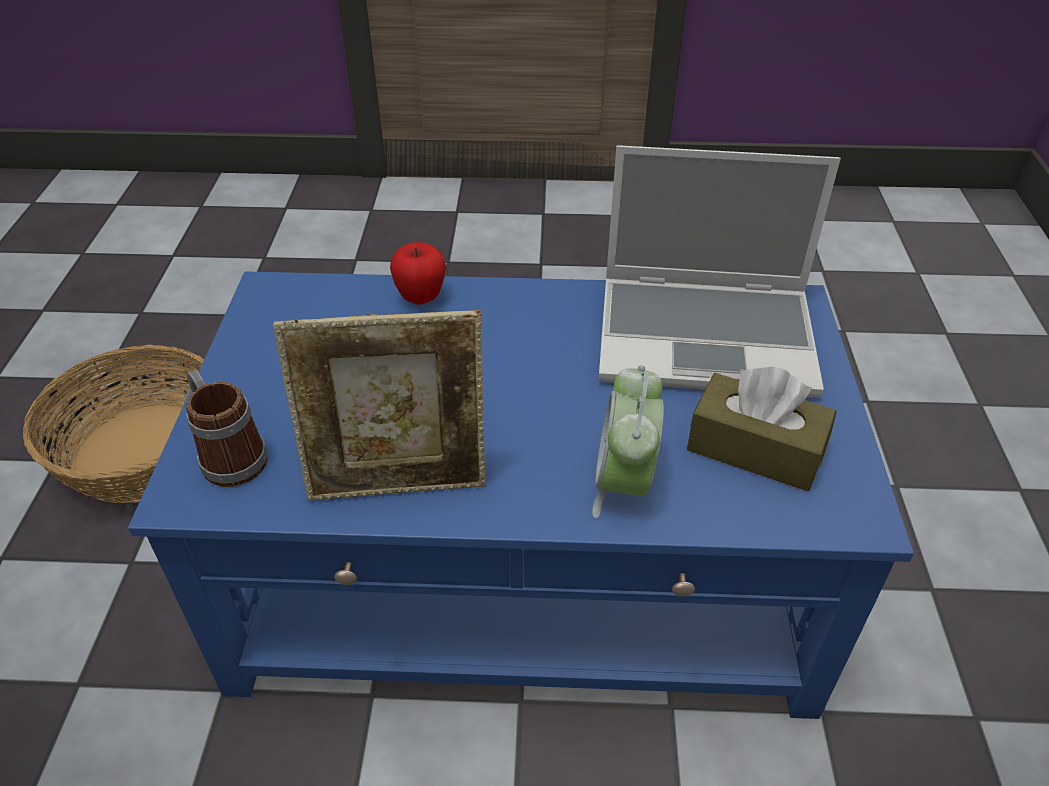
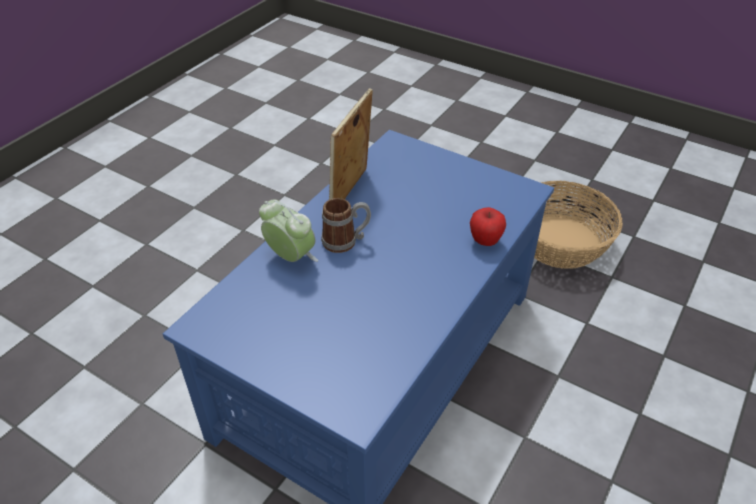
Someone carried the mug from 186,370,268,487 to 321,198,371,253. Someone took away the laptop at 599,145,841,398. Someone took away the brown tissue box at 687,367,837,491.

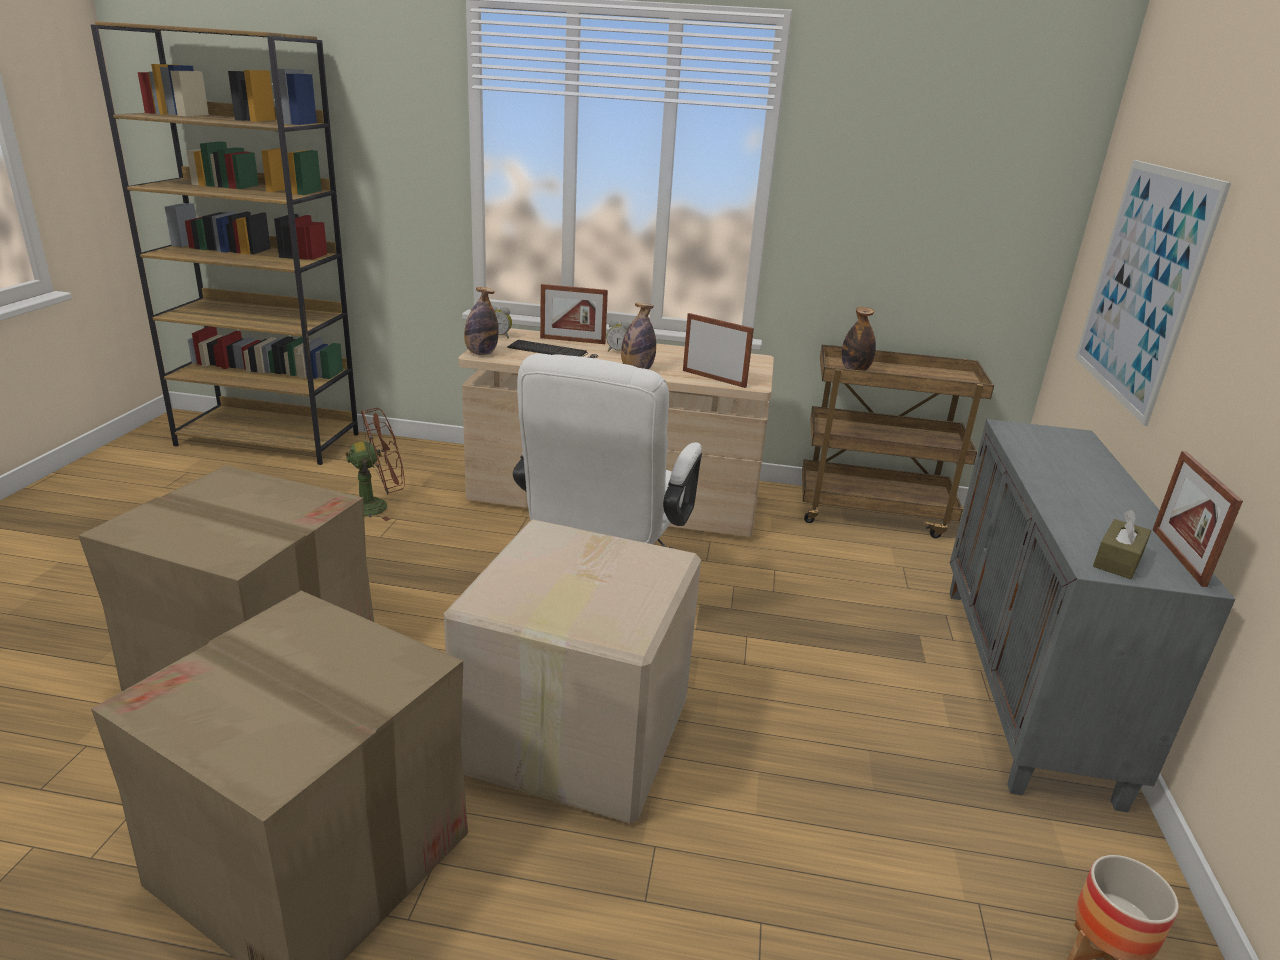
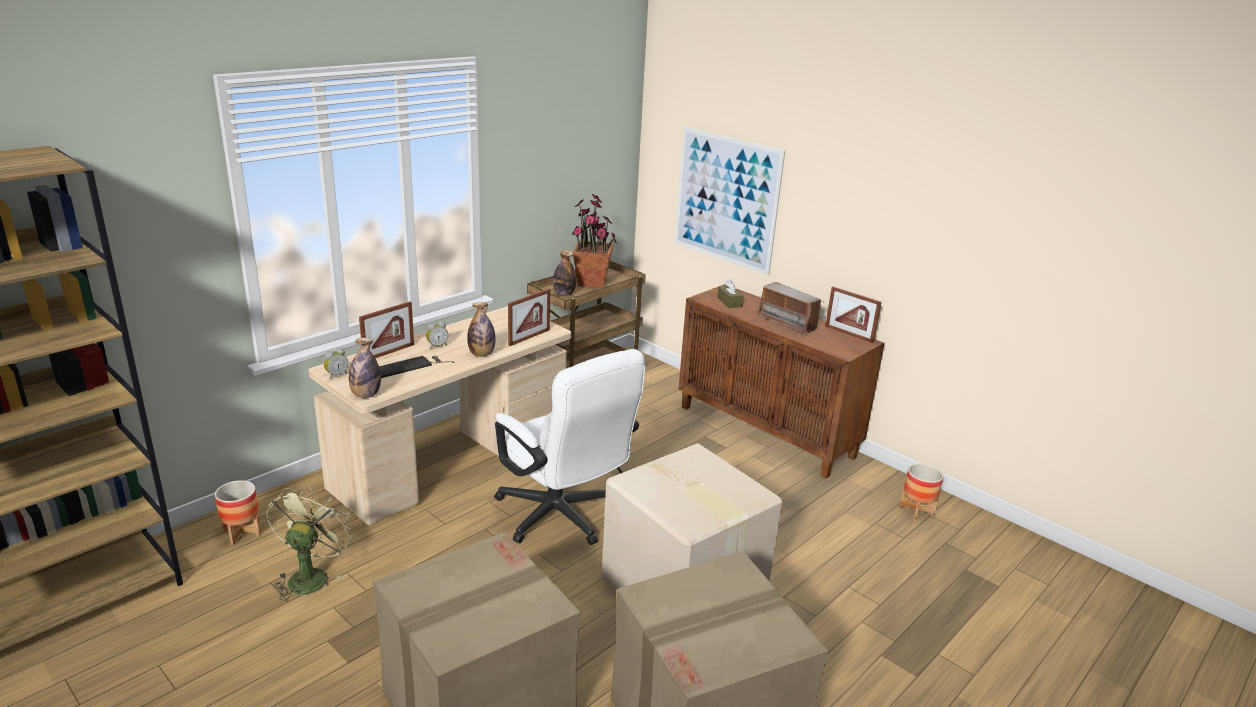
Someone repainted the brown fan at 345,408,405,521, which became the green fan at 266,486,354,601. Someone rotated the picture frame at 683,313,754,388 by 150 degrees clockwise. Someone repainted the grey cabinet at 950,419,1235,812, which became the brown cabinet at 678,284,884,479. Someone carried the brown tissue box from 1093,510,1151,579 to 717,279,744,308. Someone put down the planter at 215,480,261,545. Someone put down the potted plant at 572,194,617,288. Someone put down the radio at 757,282,824,335.

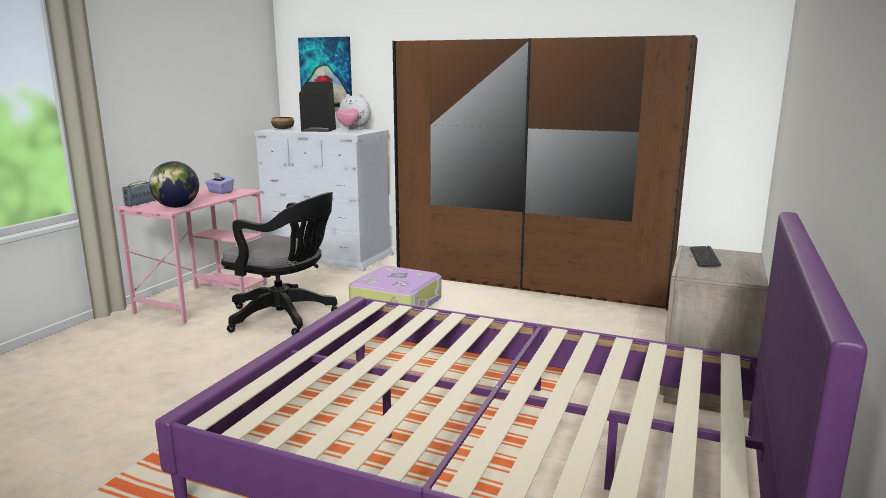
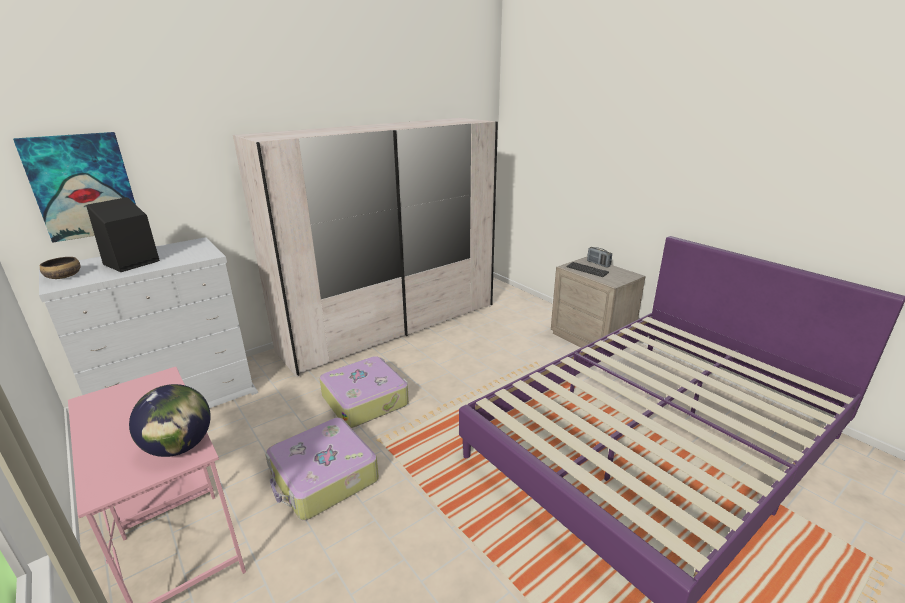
Someone carried the radio from 122,181,155,206 to 587,247,612,268. Someone took away the purple tissue box at 205,172,234,194. Someone swapped the black office chair at 221,192,338,335 for the suitcase at 265,418,379,520. Someone took away the plush toy at 336,94,371,130. Someone repainted the brown wardrobe at 392,35,698,311, which became the white wardrobe at 233,118,498,377.

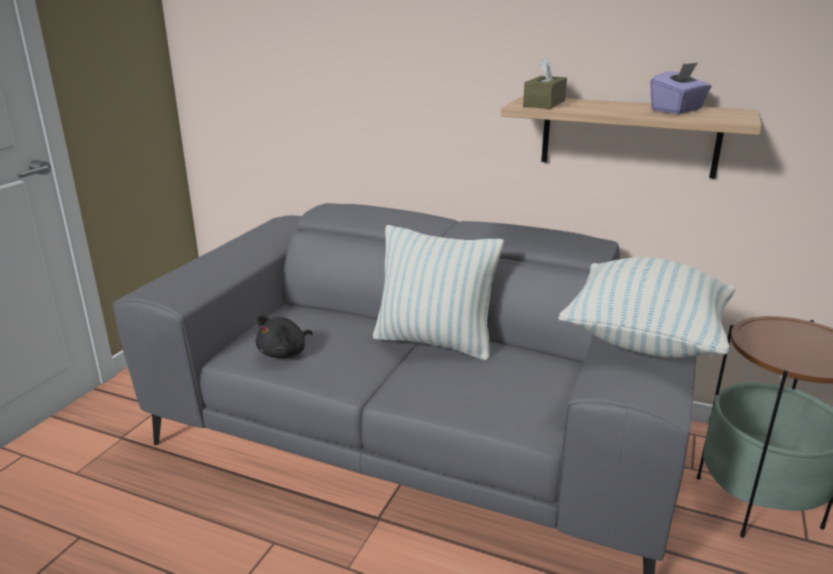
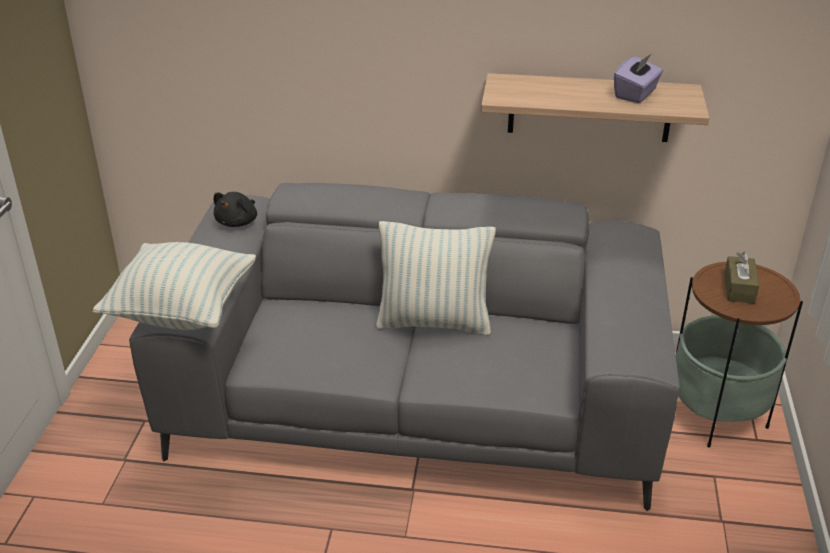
Someone carried the black plush toy from 256,315,313,358 to 214,192,257,227. Someone carried the brown tissue box from 523,56,567,109 to 724,252,759,304. Someone carried the pillow from 558,257,735,358 to 93,242,256,330.

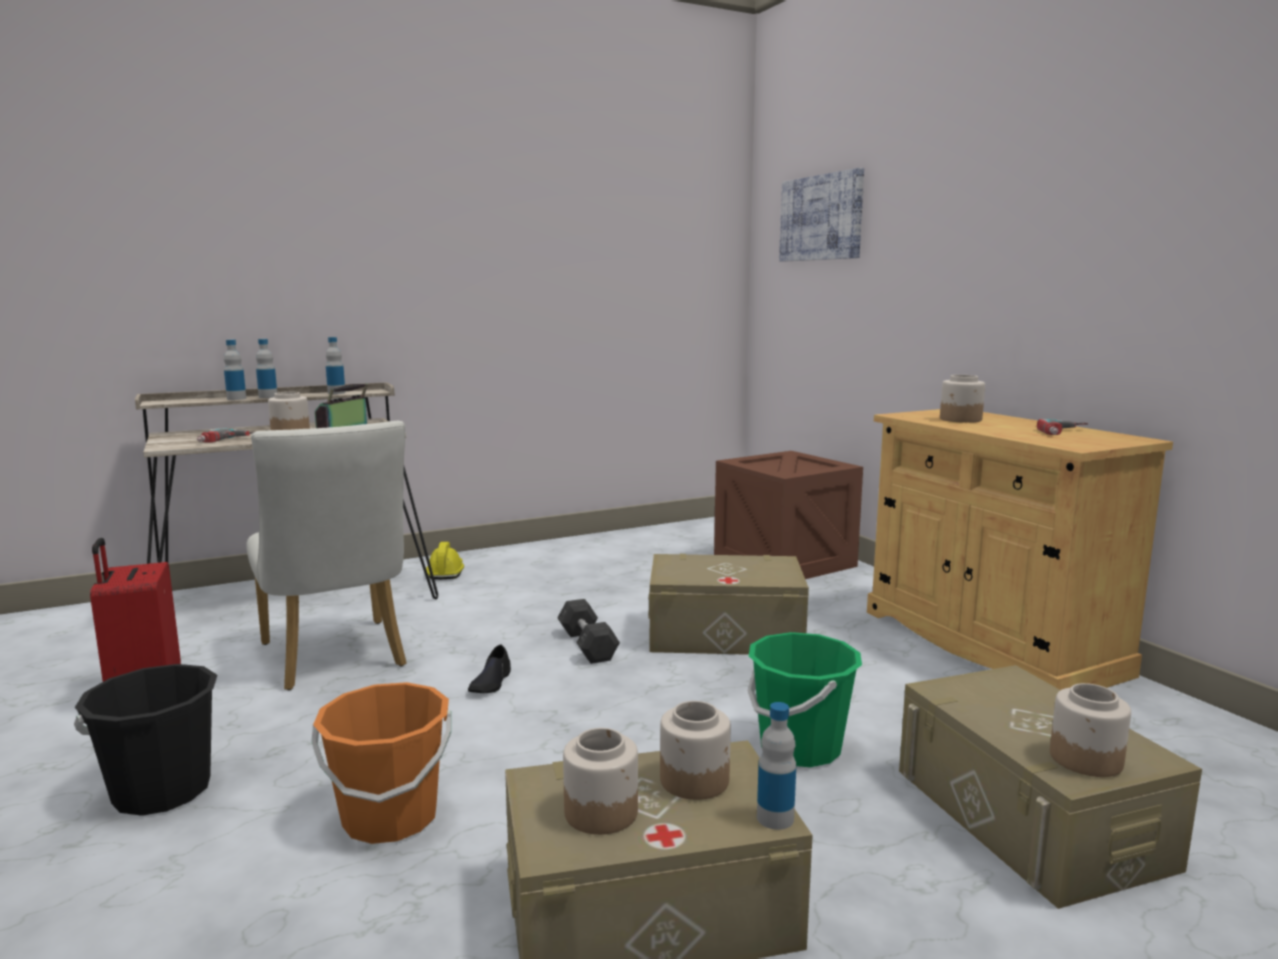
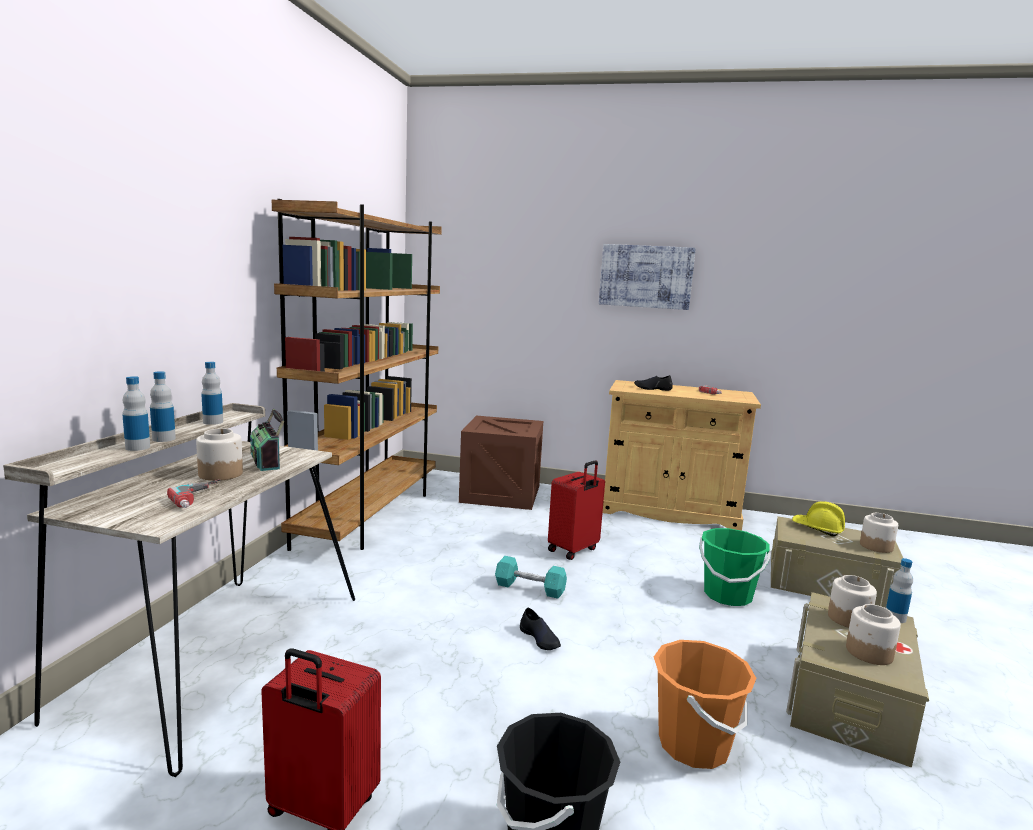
Someone took away the white chair at 246,421,407,690. Someone carried the yellow hard hat from 426,542,464,579 to 792,501,845,537. Someone repainted the grey dumbbell at 558,599,620,664, which became the turquoise dumbbell at 495,556,567,599. Someone swapped the beige storage box at 648,554,809,655 for the red suitcase at 548,460,605,560. Someone carried the picture from 779,168,864,262 to 599,244,696,310. Someone swapped the jar at 940,375,985,423 for the black shoe at 634,375,673,391. Someone put down the brown bookcase at 272,199,442,551.

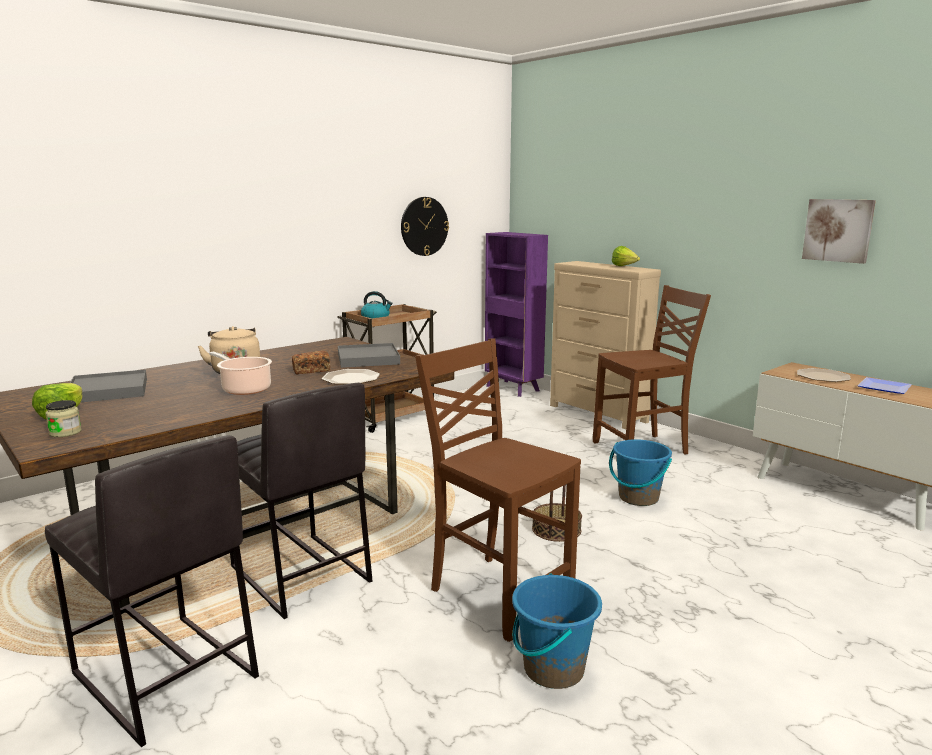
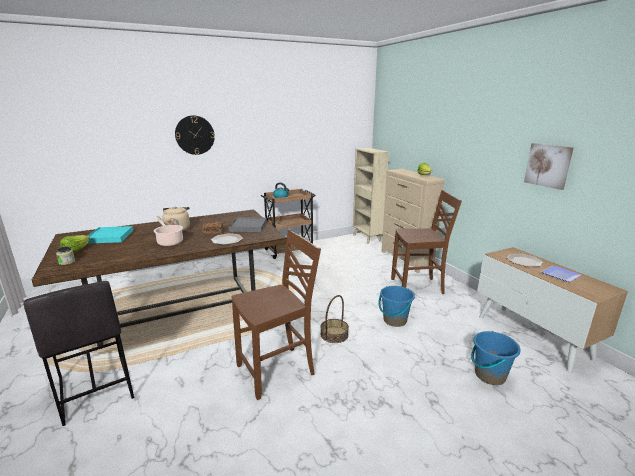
Someone repainted the grey tray at 70,369,147,403, which became the turquoise tray at 87,226,133,244. Someone took away the grey stool at 230,383,373,619. Someone carried the wall clock from 401,197,449,256 to 175,115,215,155. Someone rotated the brown chair at 415,338,581,642 by 90 degrees clockwise. Someone repainted the purple bookcase at 485,232,548,397, which became the beige bookcase at 353,148,389,244. Someone carried the blue bucket from 512,573,602,689 to 471,331,521,385.

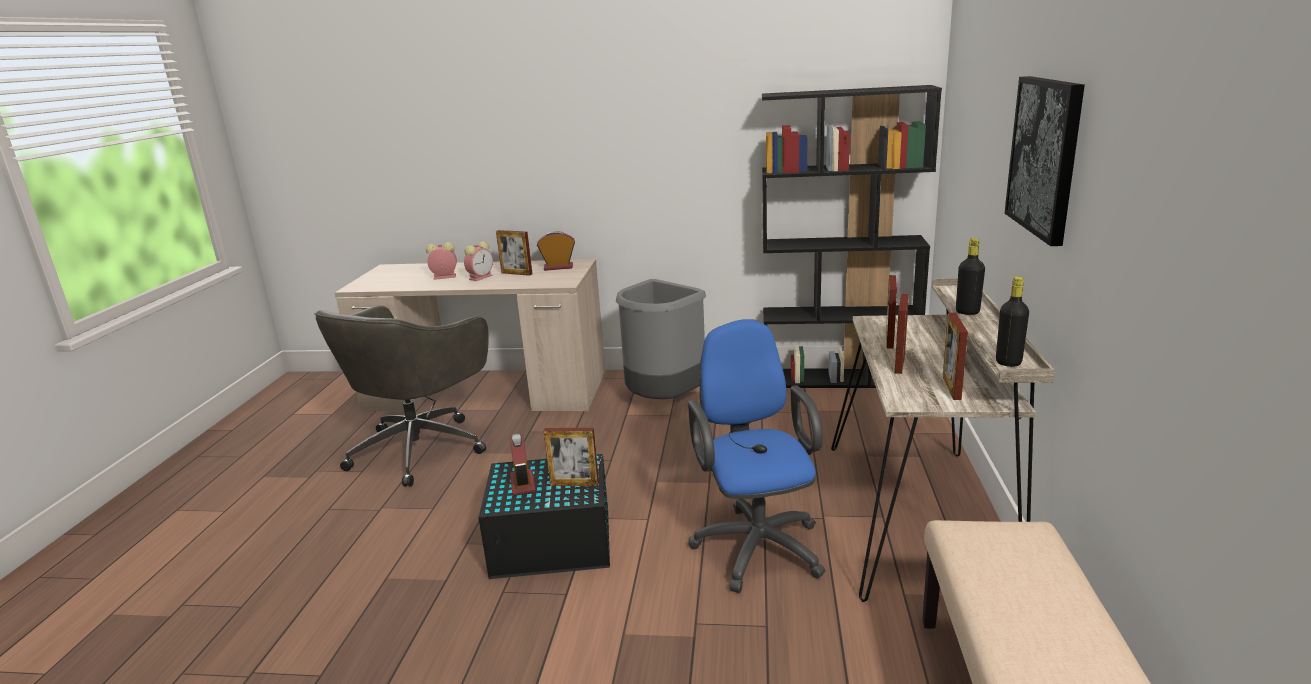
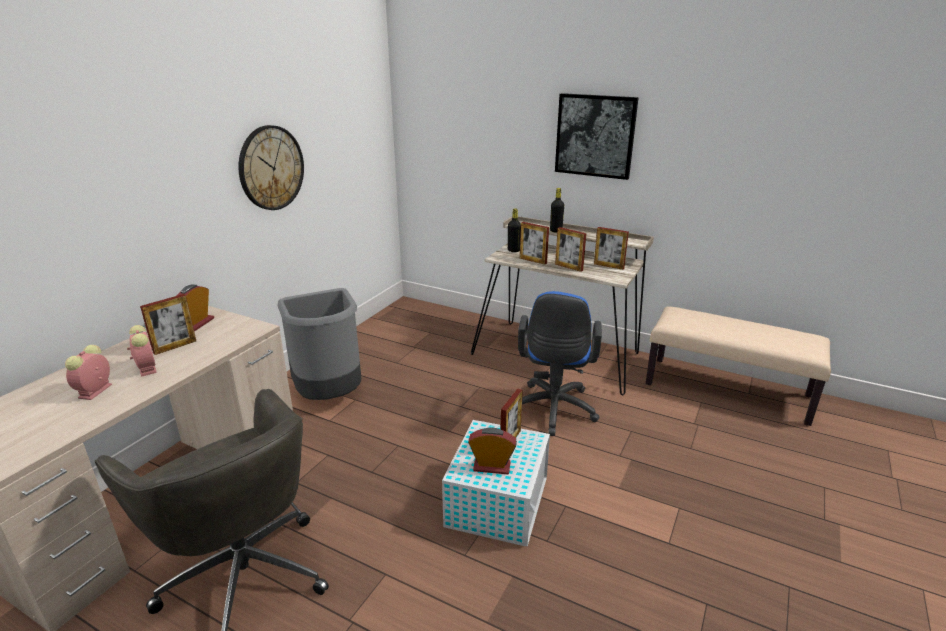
Someone repainted the black storage box at 478,454,610,579, which became the white storage box at 442,420,550,547. Someone rotated the blue office chair at 688,319,825,593 by 90 degrees counterclockwise. Someone took away the black bookcase at 762,85,942,388. Someone carried the black bottle from 996,276,1029,367 to 508,208,521,252. Someone put up the wall clock at 238,125,304,210.

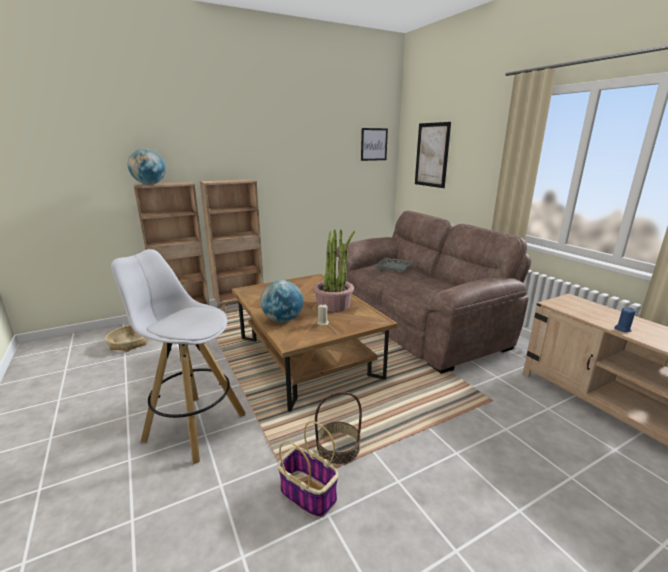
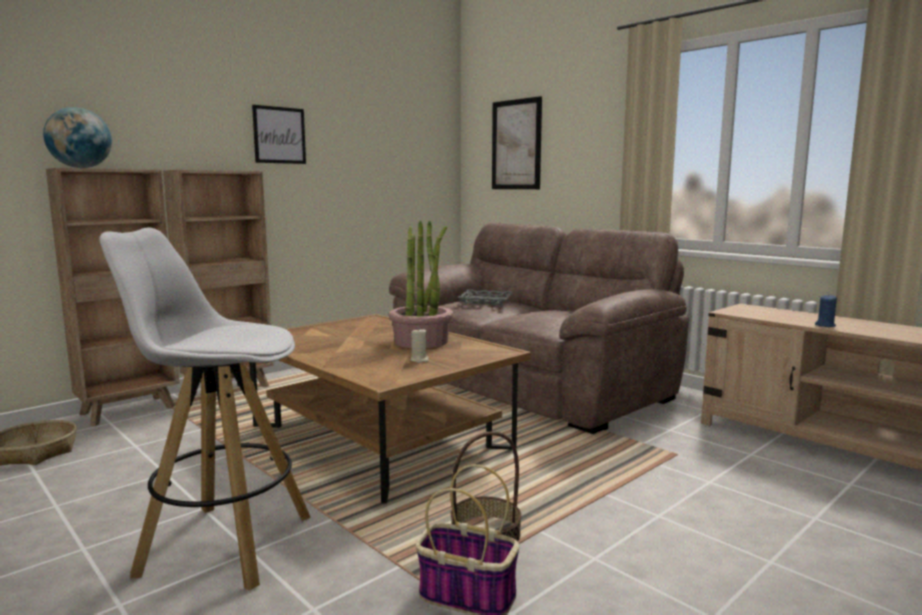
Someone took away the globe at 261,280,303,322. Someone carried the picture from 361,128,388,161 to 252,105,306,164.

